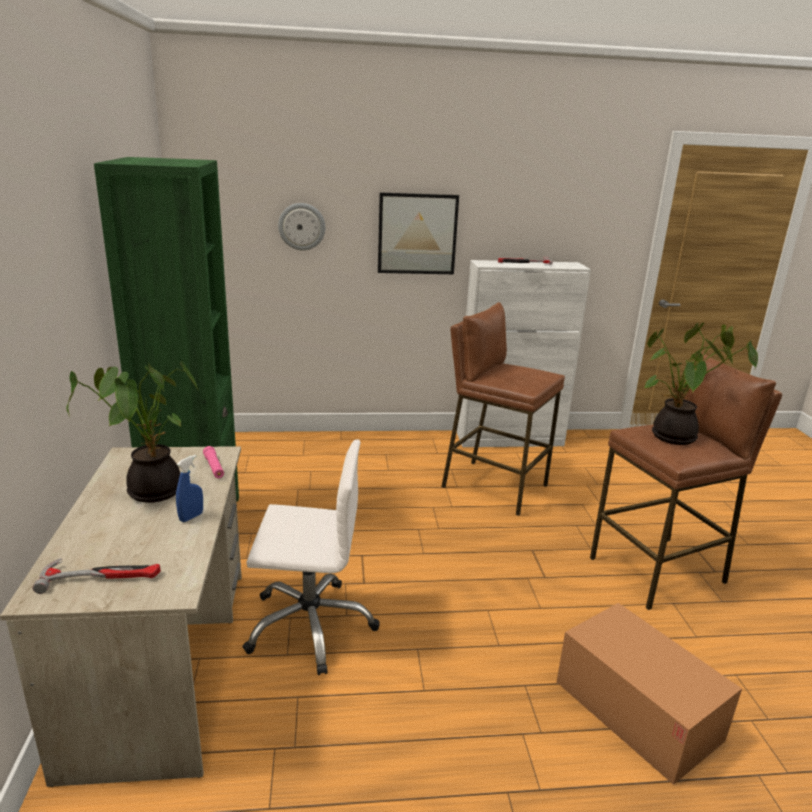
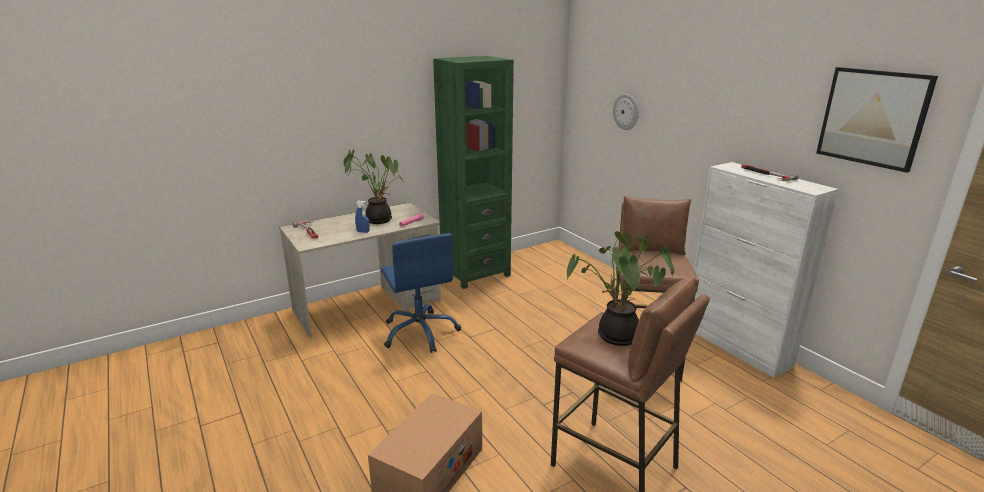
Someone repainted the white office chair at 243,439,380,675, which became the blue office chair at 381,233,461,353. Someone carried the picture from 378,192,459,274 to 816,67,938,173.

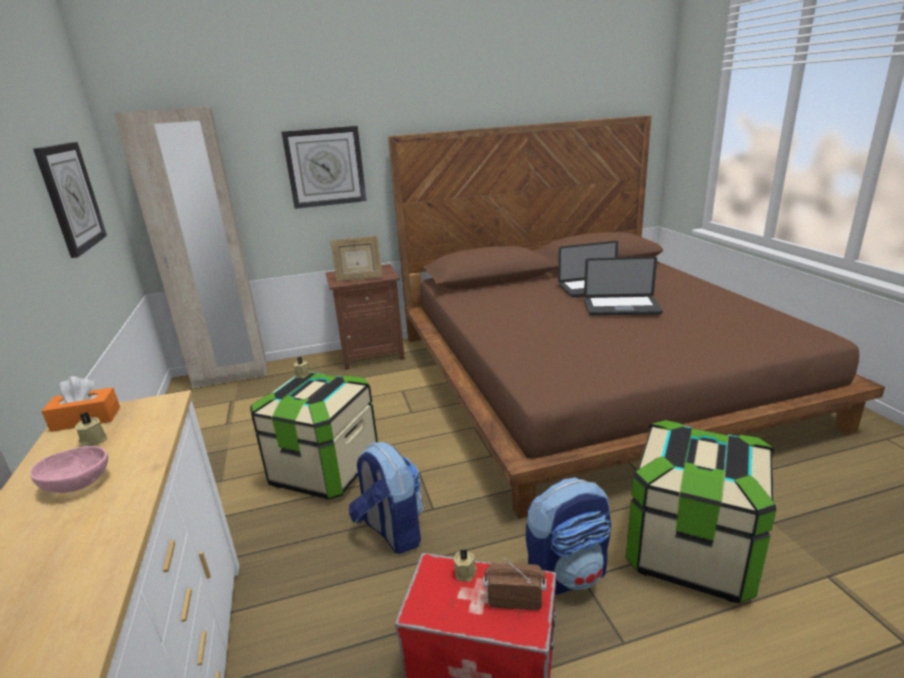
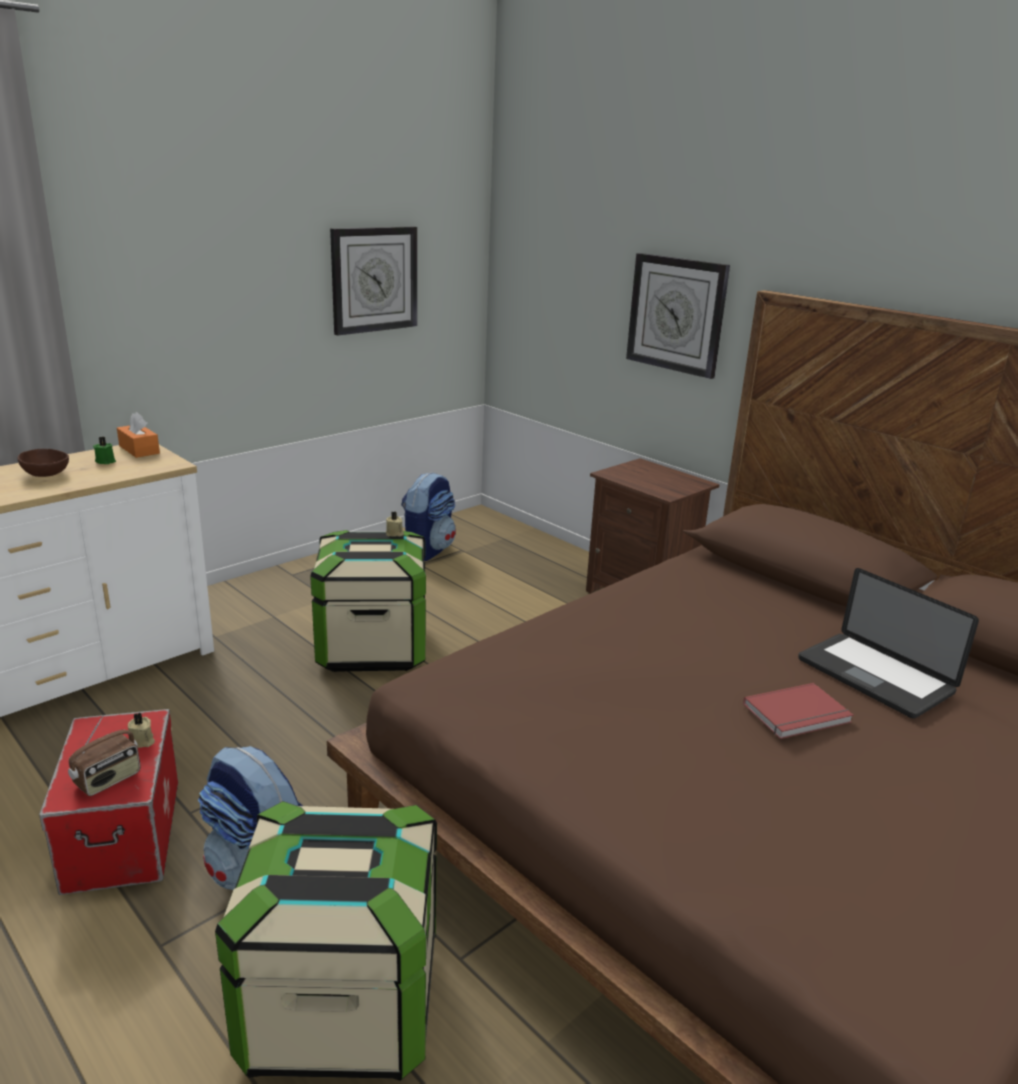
Someone repainted the pink bowl at 30,446,108,493, which became the brown bowl at 18,449,69,477. Someone repainted the beige candle at 75,412,107,447, which became the green candle at 93,437,116,464. Someone took away the beige wardrobe at 114,107,267,388. Someone took away the picture frame at 330,236,383,282. Someone carried the backpack from 349,442,423,554 to 401,472,456,561. Someone rotated the radio at 483,558,547,610 by 60 degrees clockwise. Someone swapped the laptop at 584,257,663,316 for the red book at 743,683,853,739.

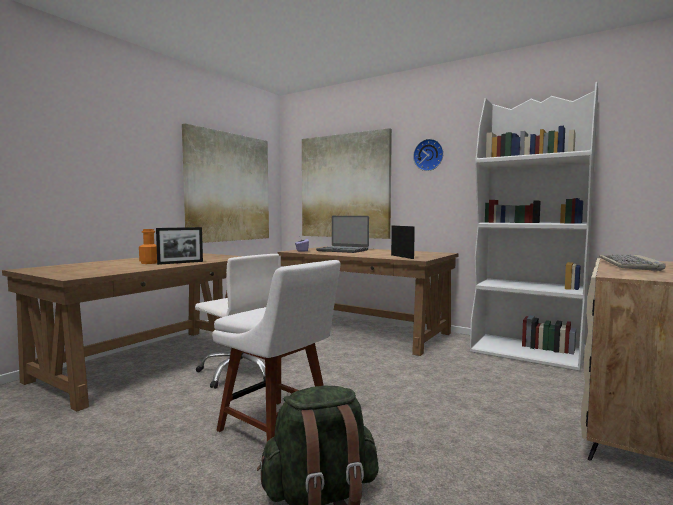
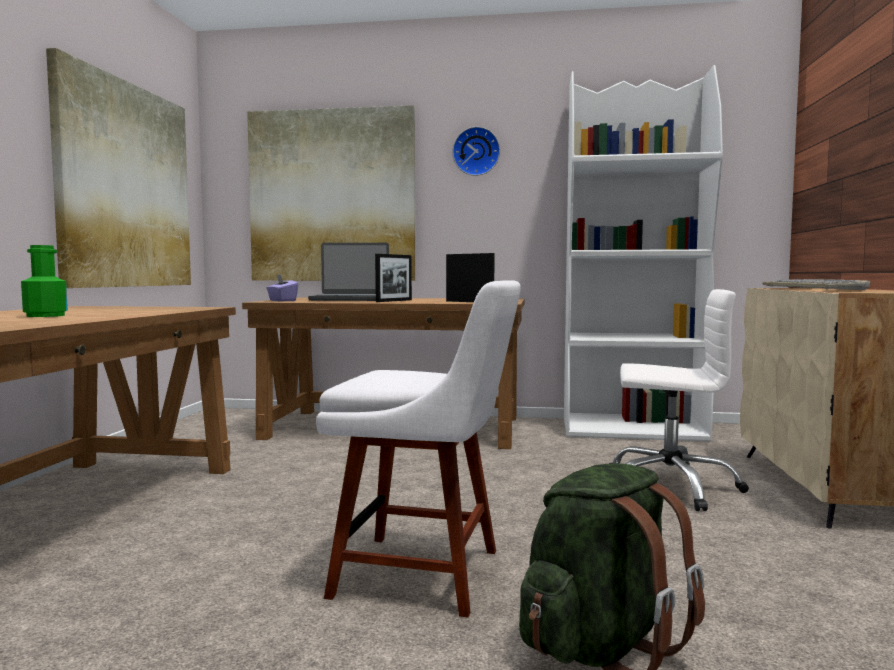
Someone repainted the orange bottle at 139,229,157,264, which became the green bottle at 21,245,68,317. Someone carried the picture frame from 156,227,203,265 to 375,254,412,302. Someone carried the white office chair from 195,254,279,389 to 609,289,749,511.

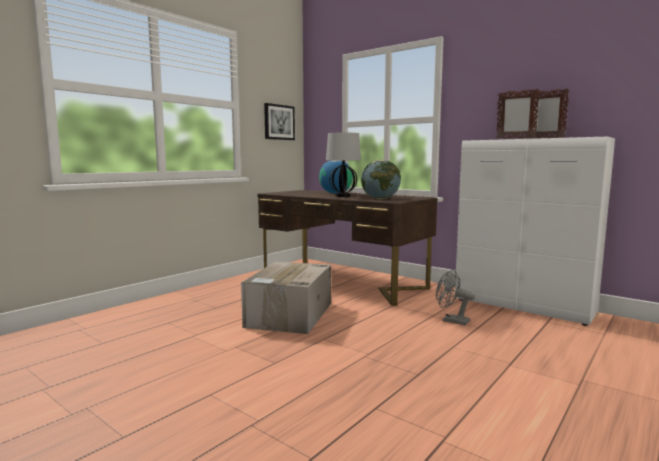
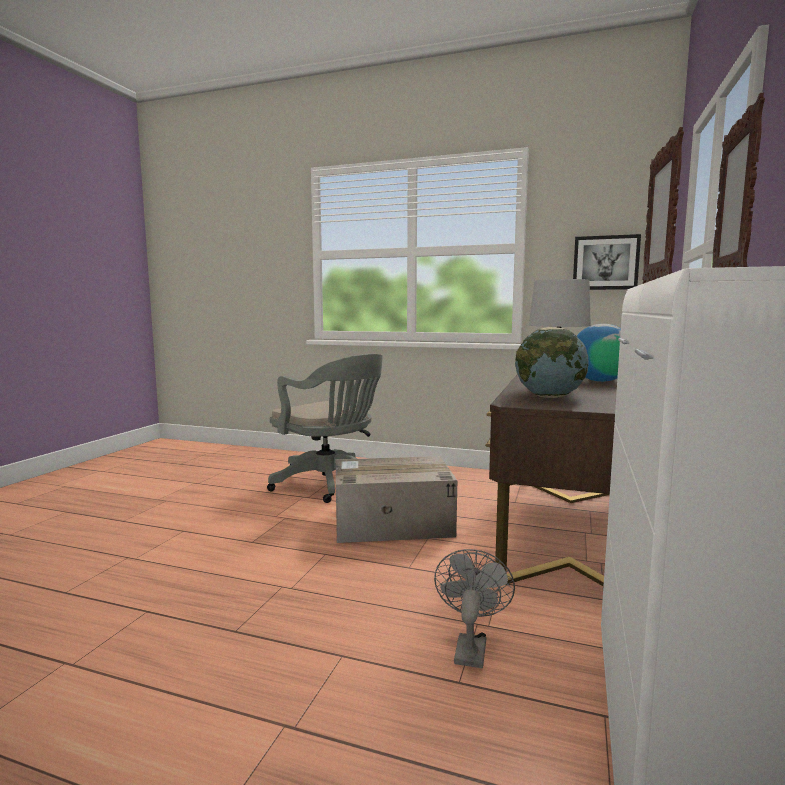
Someone put down the grey office chair at 267,354,383,503.

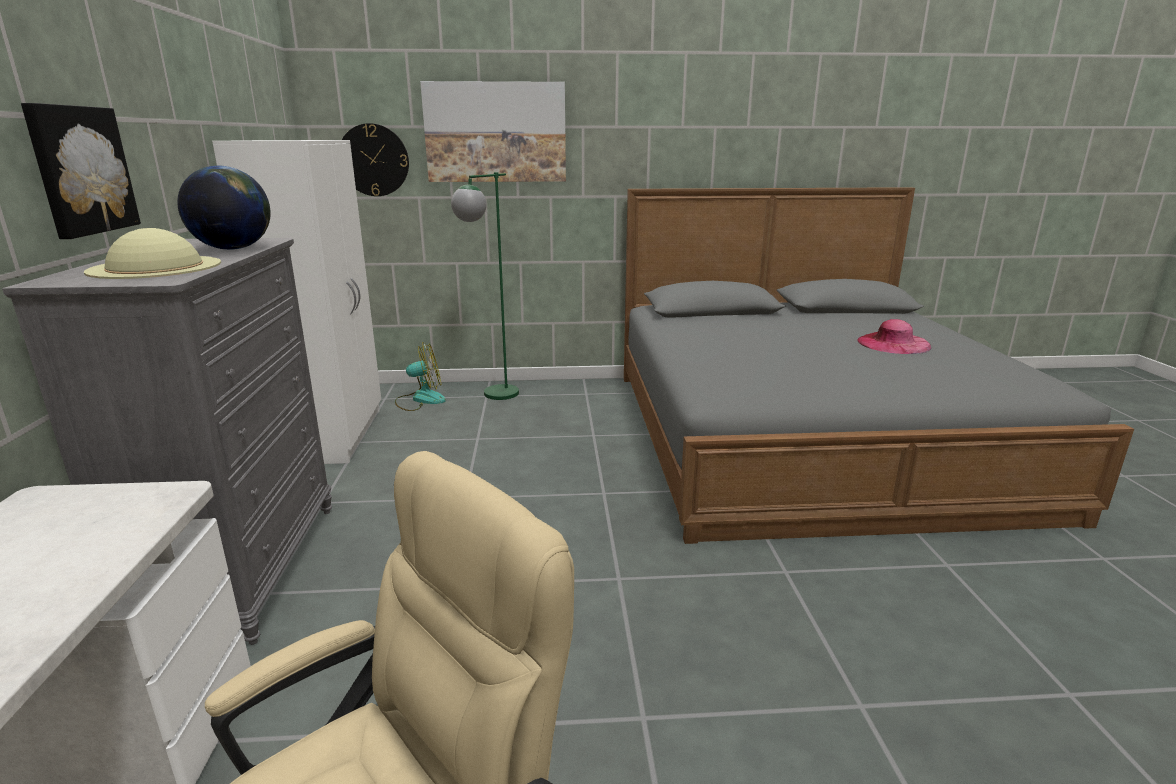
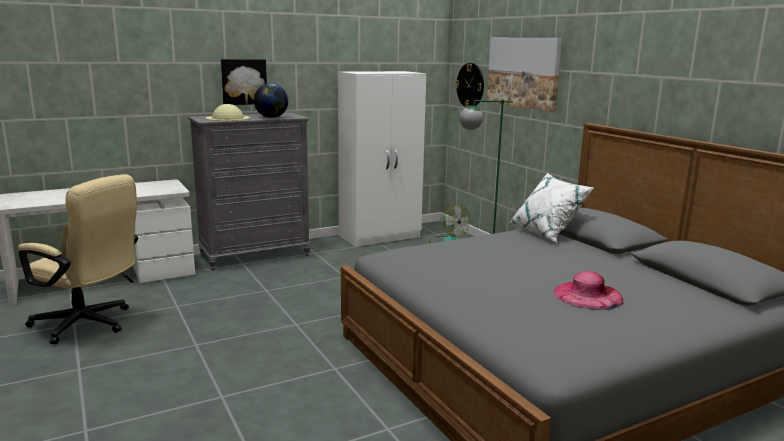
Someone put down the white pillow at 510,173,594,243.

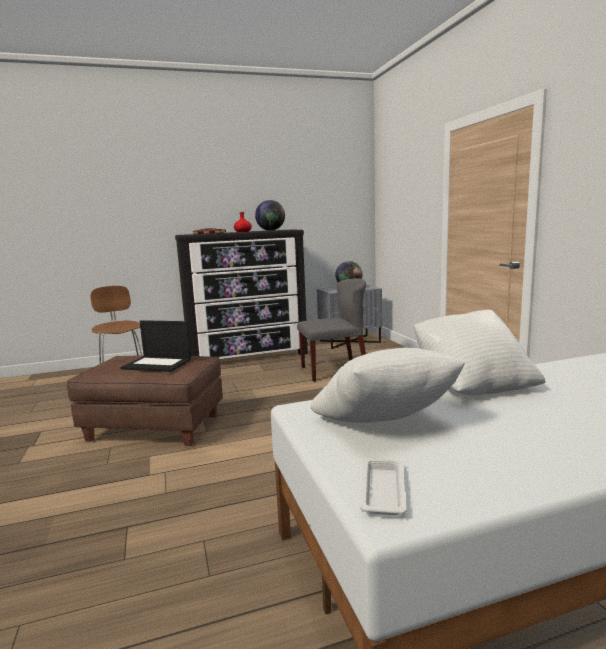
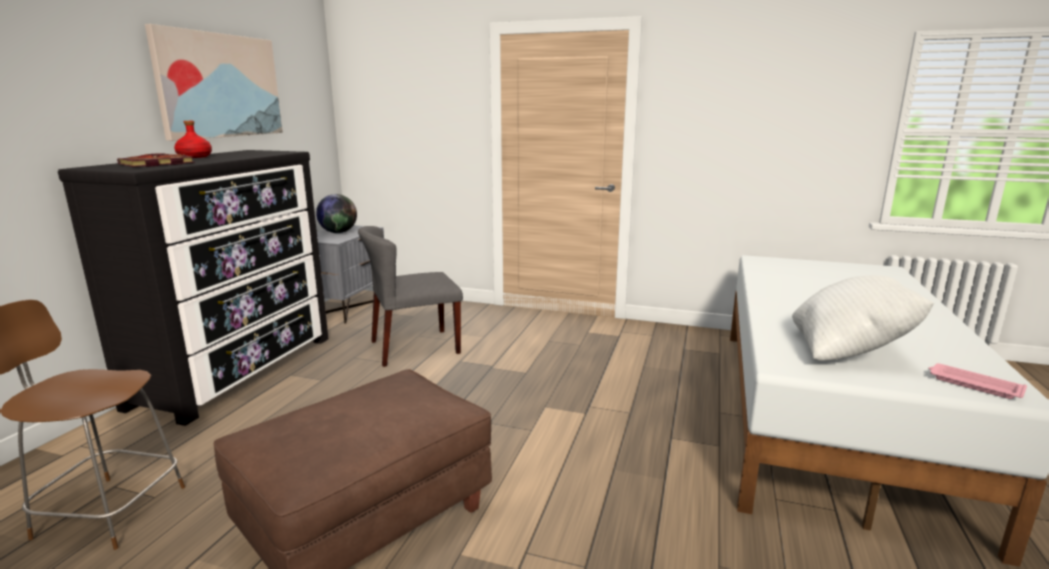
Someone took away the laptop at 120,320,191,372. Someone took away the globe at 255,200,285,231. Someone rotated the grey chair at 297,278,366,382 by 135 degrees counterclockwise. Someone repainted the white tray at 360,458,407,515, which became the pink tray at 929,363,1027,399. Someone took away the white pillow at 413,310,545,395. Someone put up the picture at 145,24,283,141.

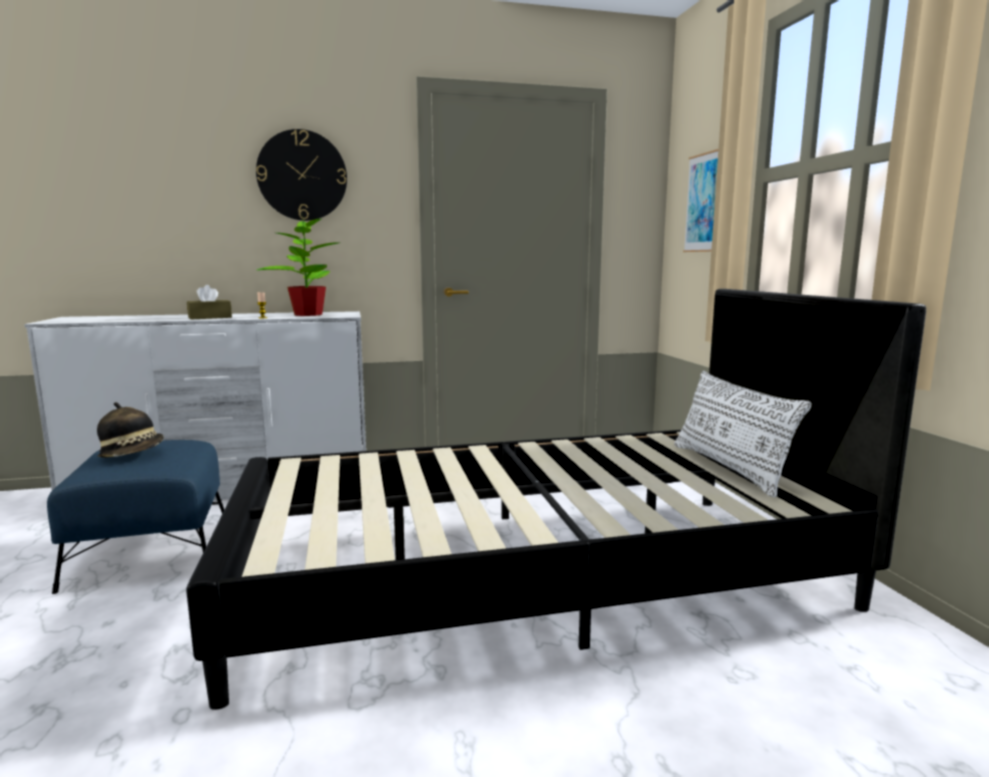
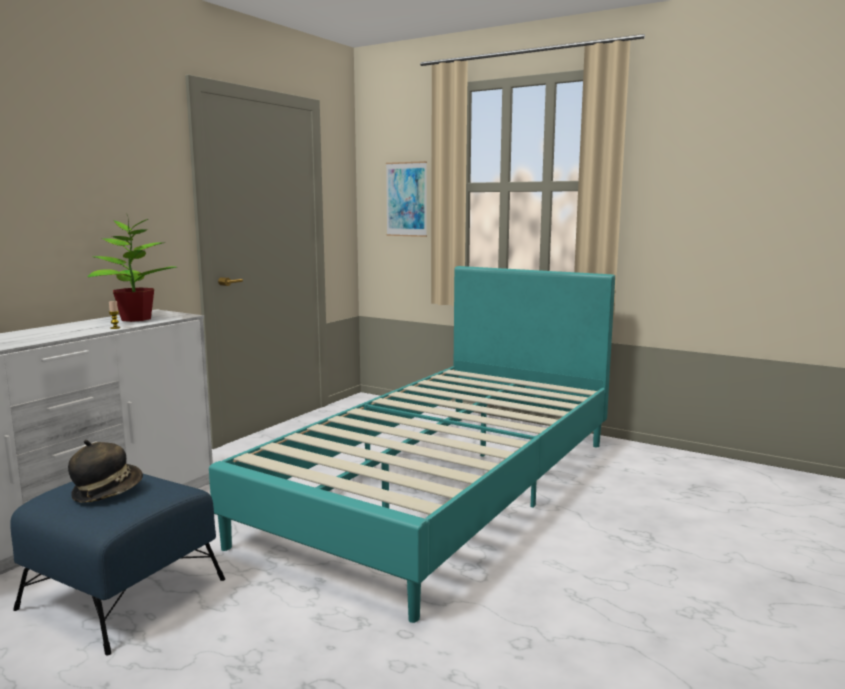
Someone repainted the black bed at 186,289,926,710, which became the turquoise bed at 209,266,615,623. Someone took away the brown tissue box at 187,285,232,320. Someone took away the wall clock at 256,129,347,221. Someone took away the white pillow at 674,371,812,497.

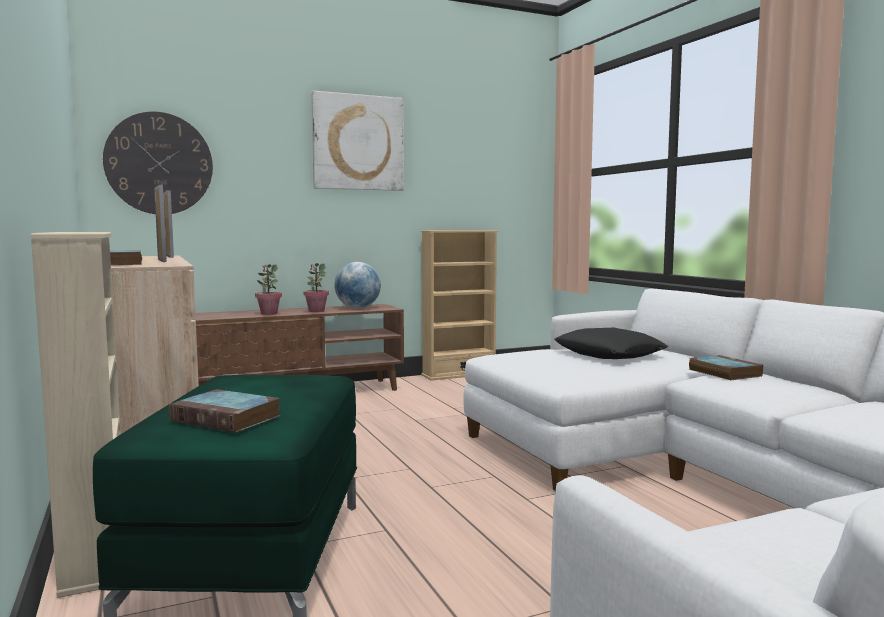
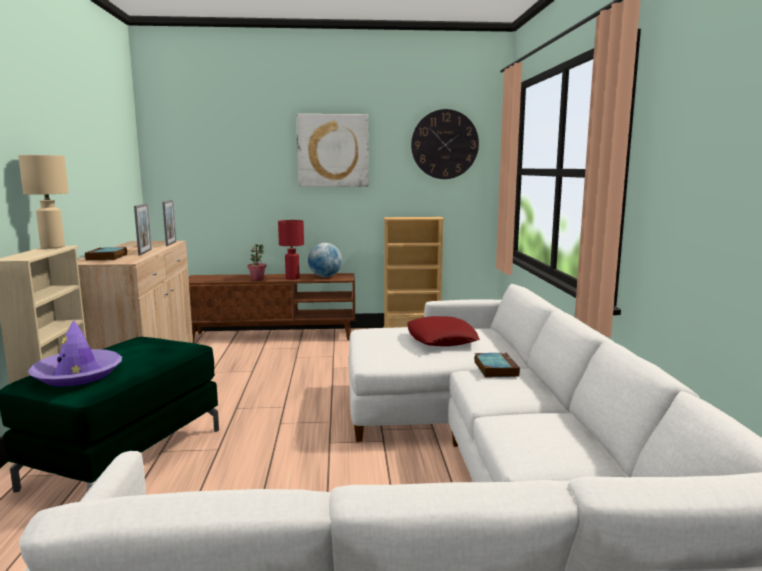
Someone carried the wall clock from 103,112,213,214 to 411,109,479,179. Someone swapped the book at 169,389,280,433 for the purple hat at 28,320,122,387. Someone swapped the potted plant at 303,263,329,312 for the red table lamp at 278,220,304,280. Someone repainted the black pillow at 554,328,669,359, which became the red pillow at 407,316,480,346. Someone put down the beige table lamp at 18,155,69,249.

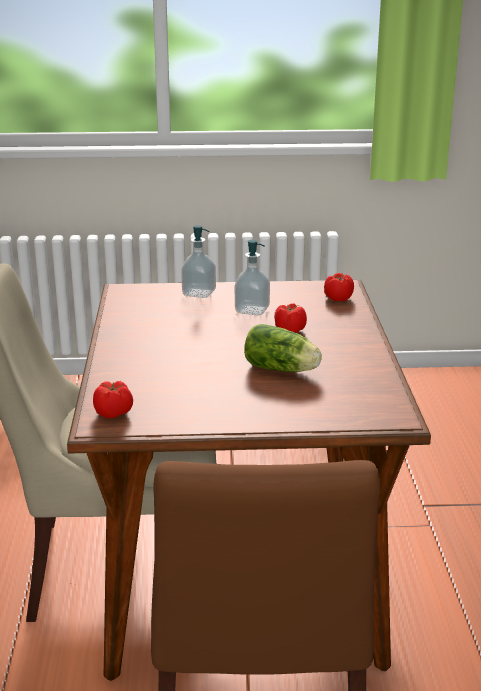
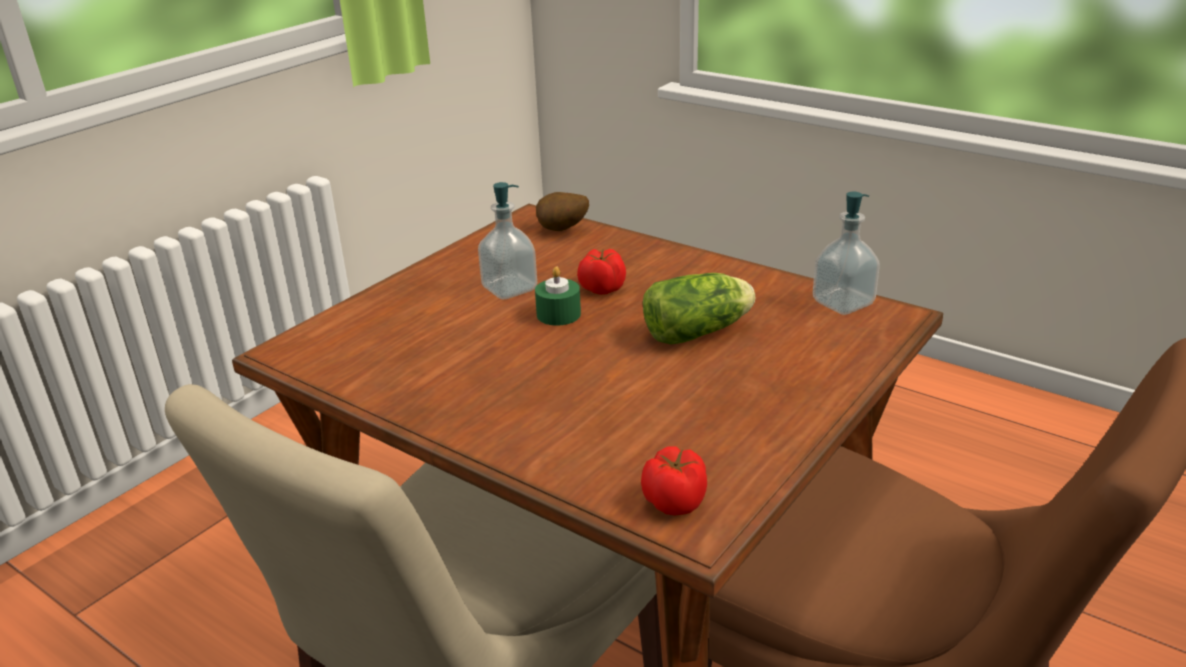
Someone carried the soap dispenser from 181,225,216,298 to 813,192,880,315. Someone swapped the tomato at 324,273,354,302 for the potato at 536,192,589,231. Someone put down the green candle at 535,266,581,326.

